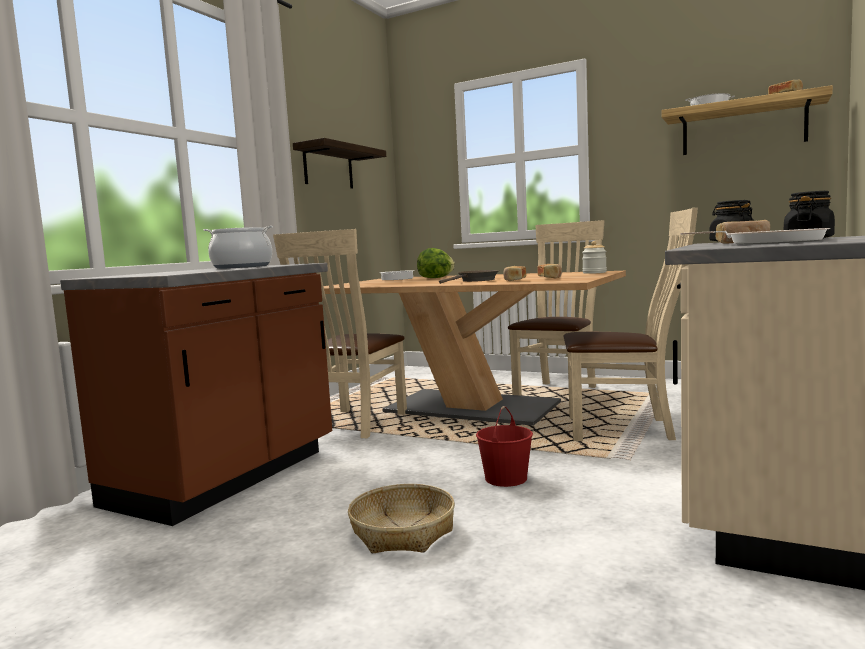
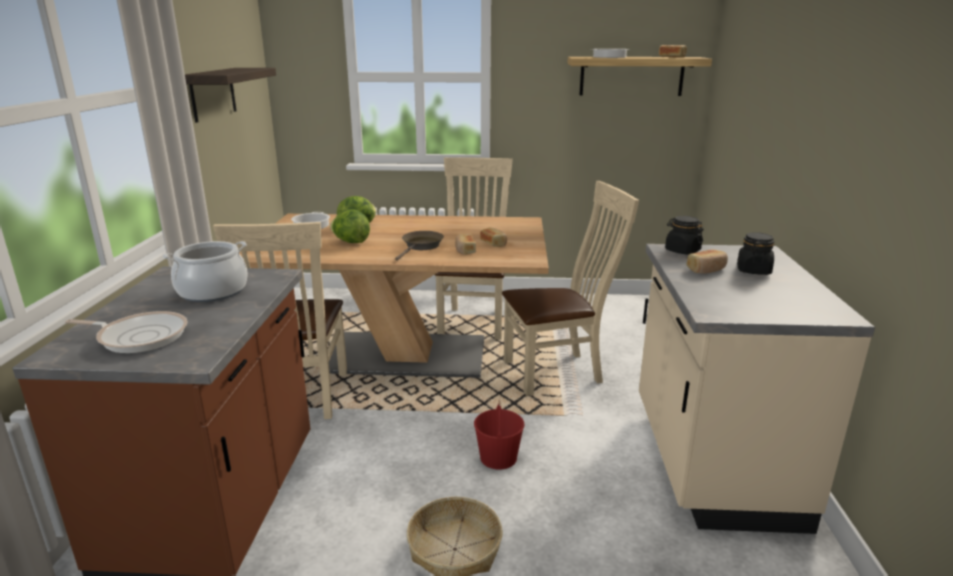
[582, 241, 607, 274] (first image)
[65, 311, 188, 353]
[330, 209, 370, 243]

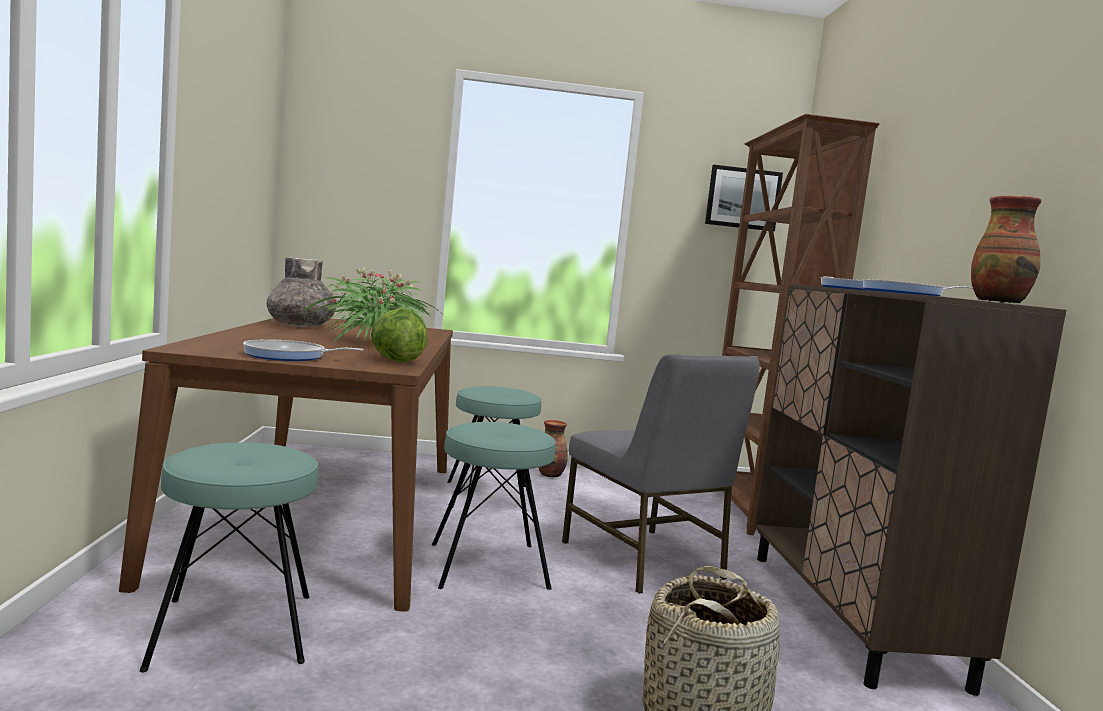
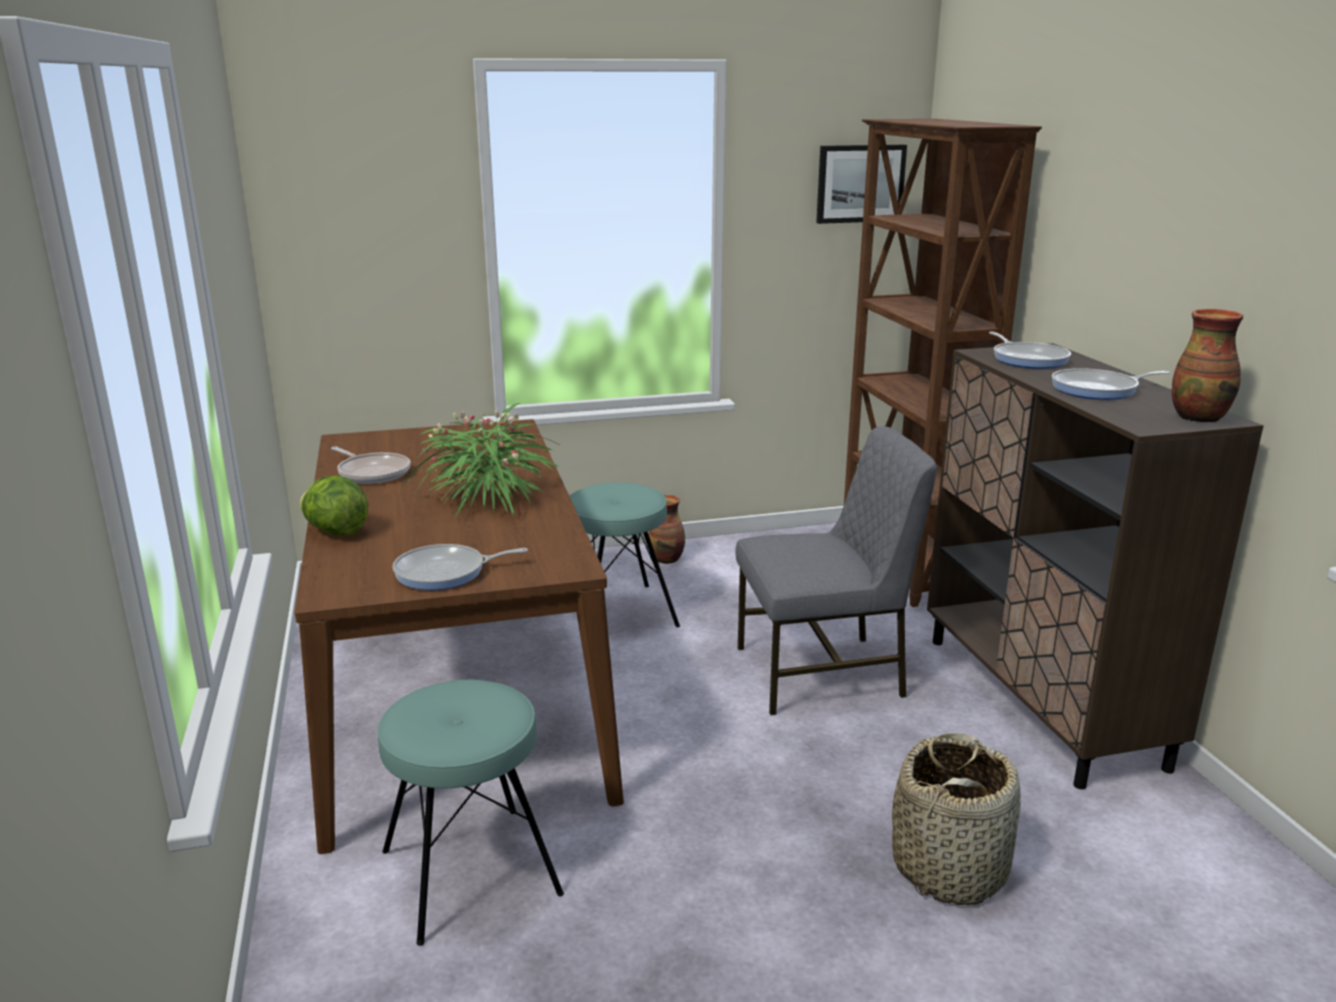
[331, 446, 411, 484]
[299, 476, 368, 536]
[432, 422, 556, 590] (first image)
[735, 426, 937, 715]

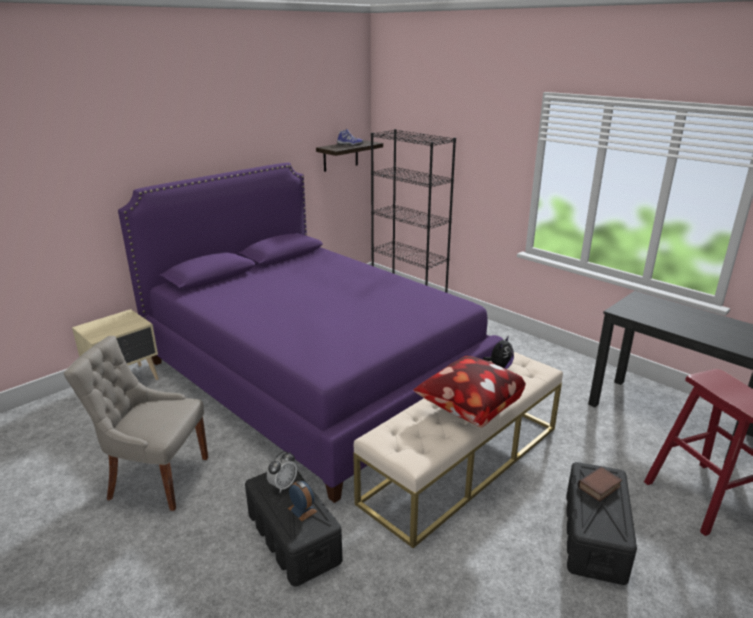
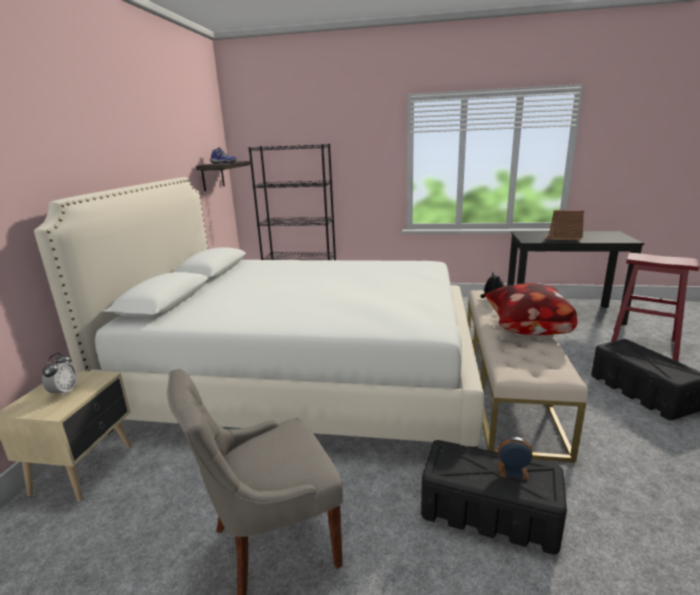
[34, 177, 484, 448]
[42, 353, 77, 397]
[578, 466, 622, 502] (first image)
[544, 210, 585, 241]

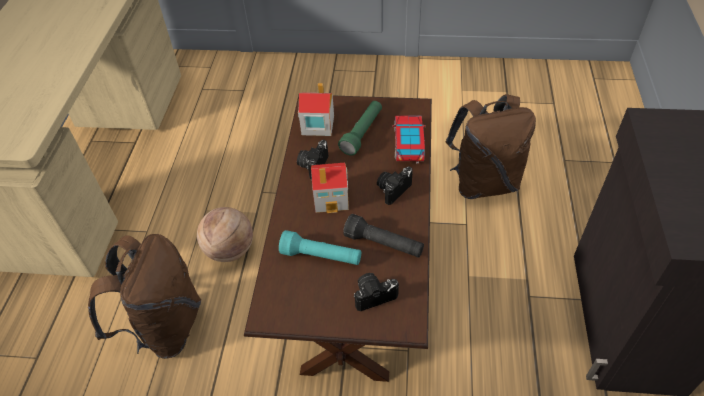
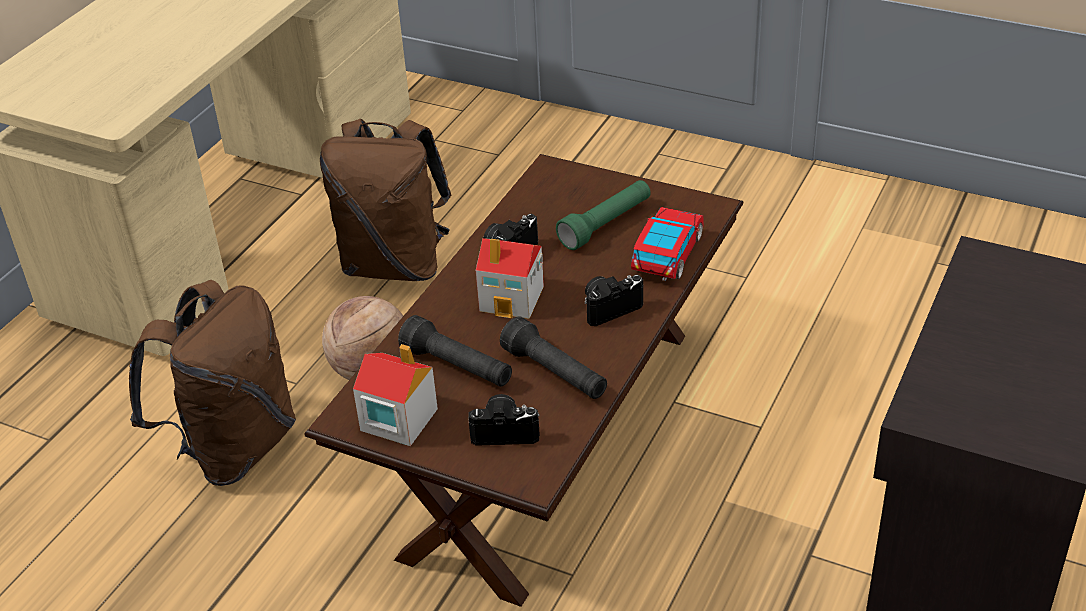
[398, 315, 512, 387]
[353, 344, 438, 446]
[320, 119, 451, 281]

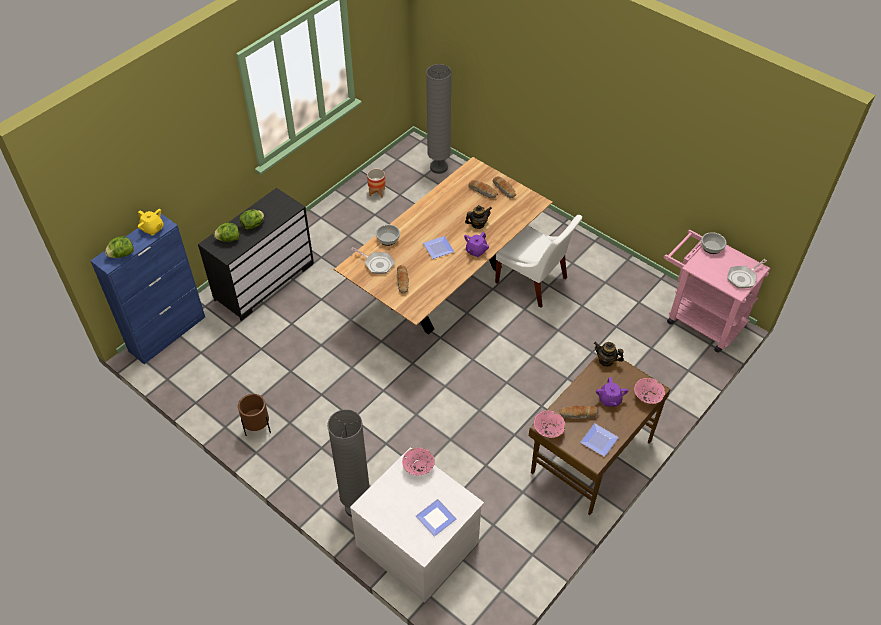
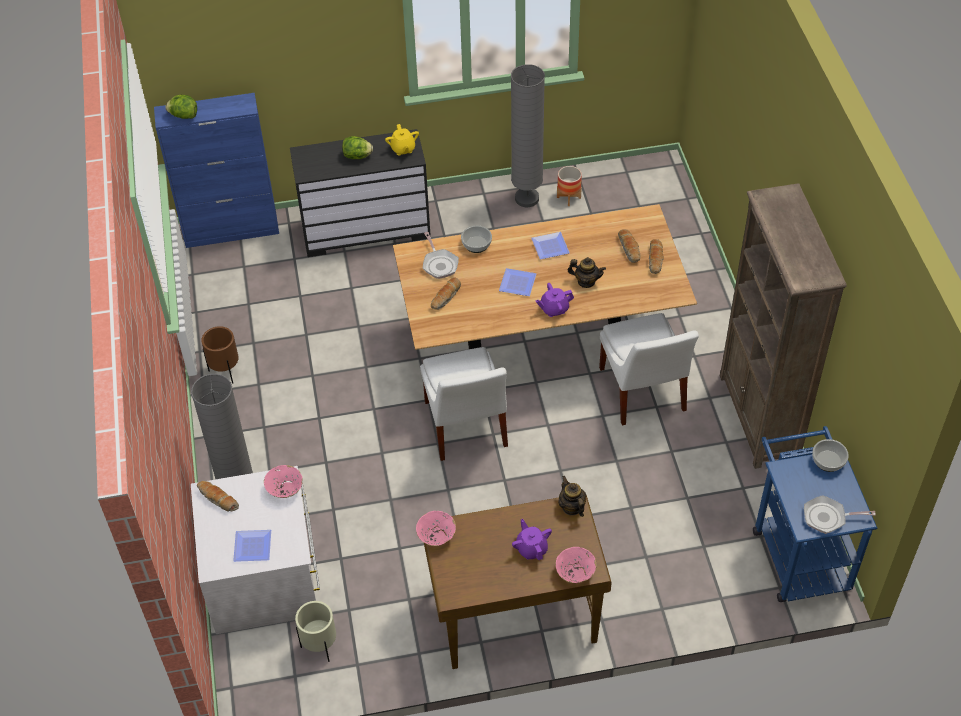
[385, 124, 419, 155]
[214, 223, 240, 242] (first image)
[511, 64, 545, 207]
[197, 481, 239, 512]
[531, 232, 570, 259]
[512, 519, 552, 560]
[753, 426, 877, 602]
[295, 601, 336, 662]
[420, 347, 508, 461]
[720, 183, 847, 469]

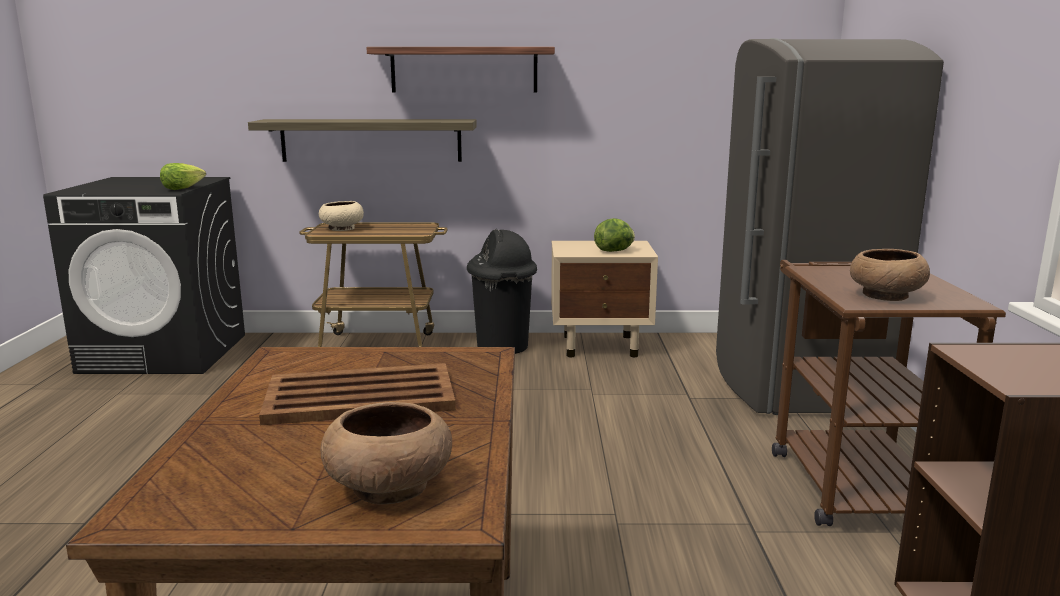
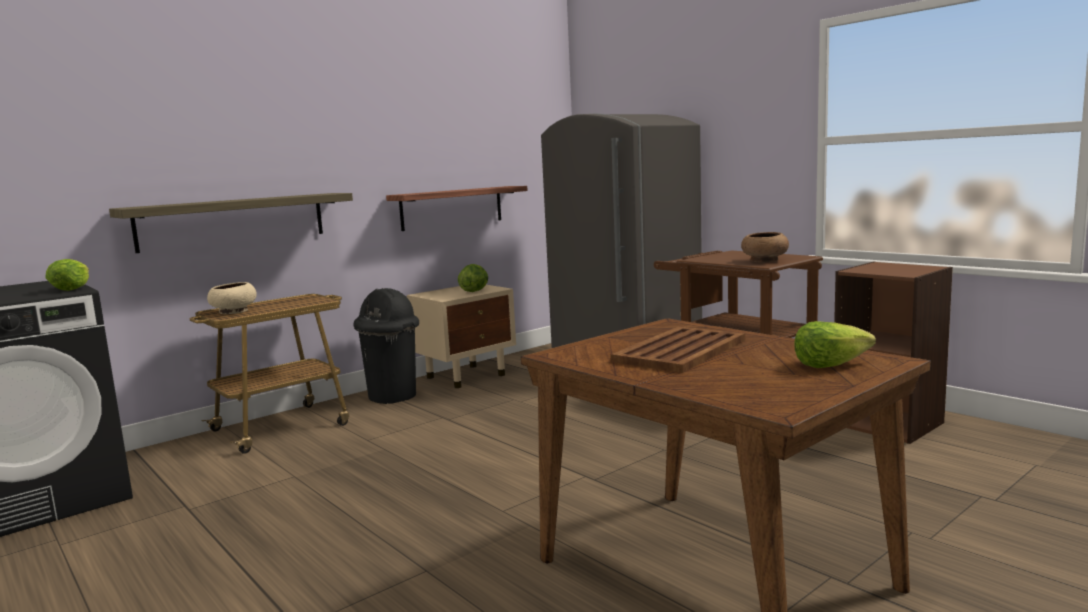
[794, 321, 876, 368]
[386, 186, 528, 231]

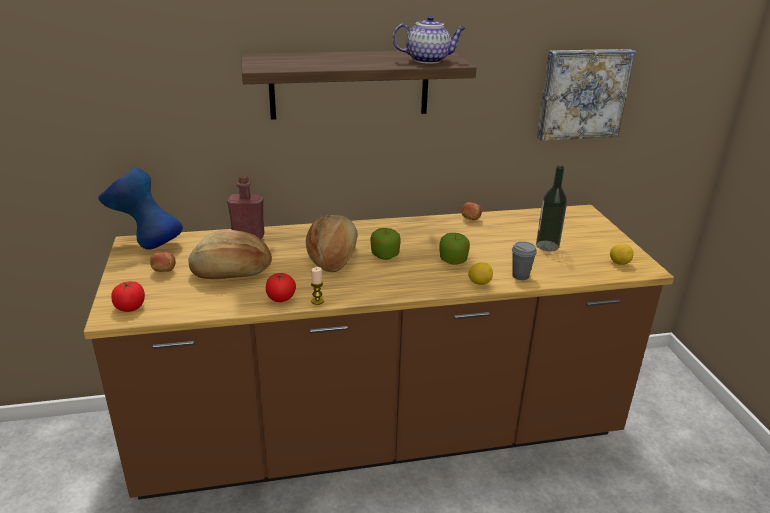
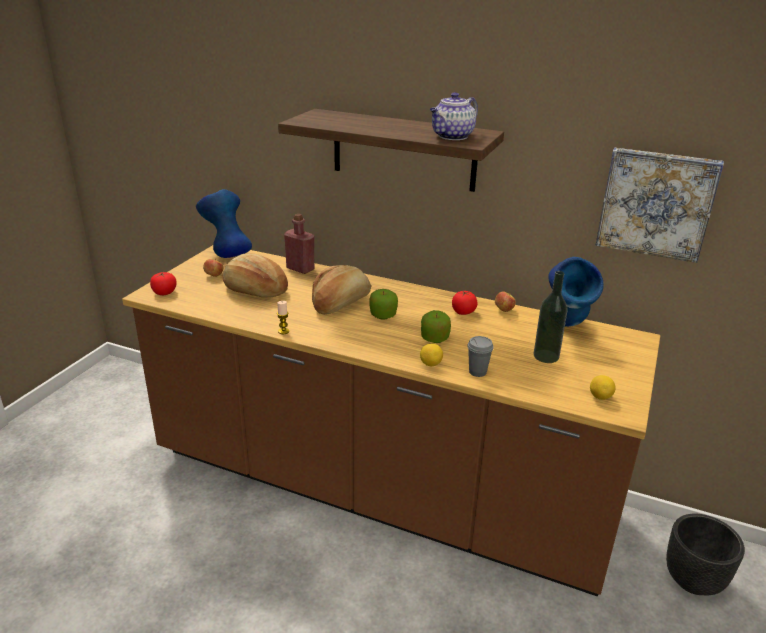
[452, 290, 478, 315]
[430, 92, 478, 140]
[548, 257, 604, 327]
[666, 514, 745, 595]

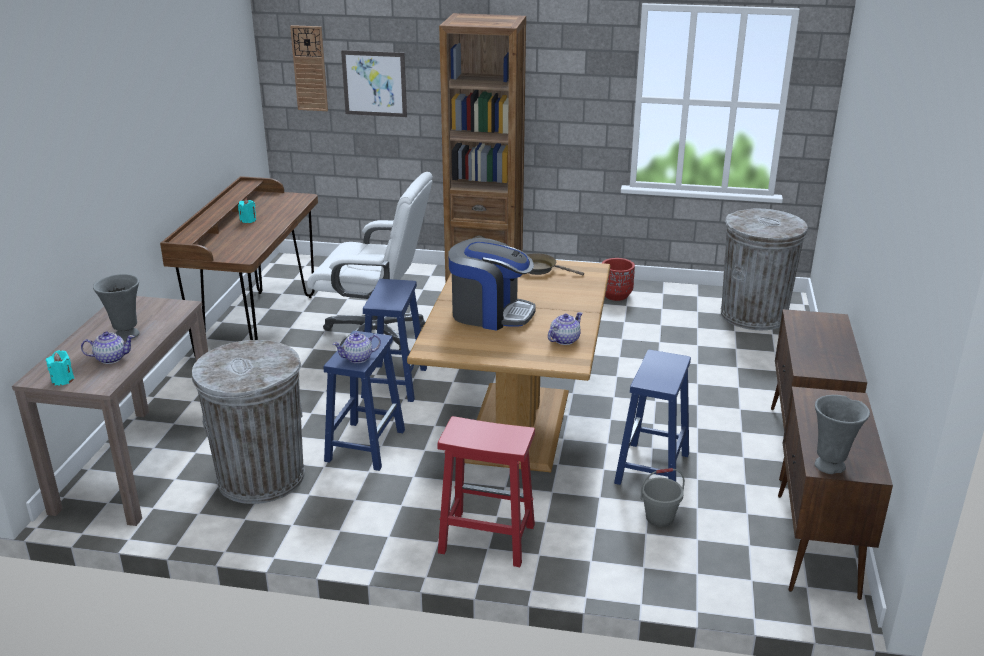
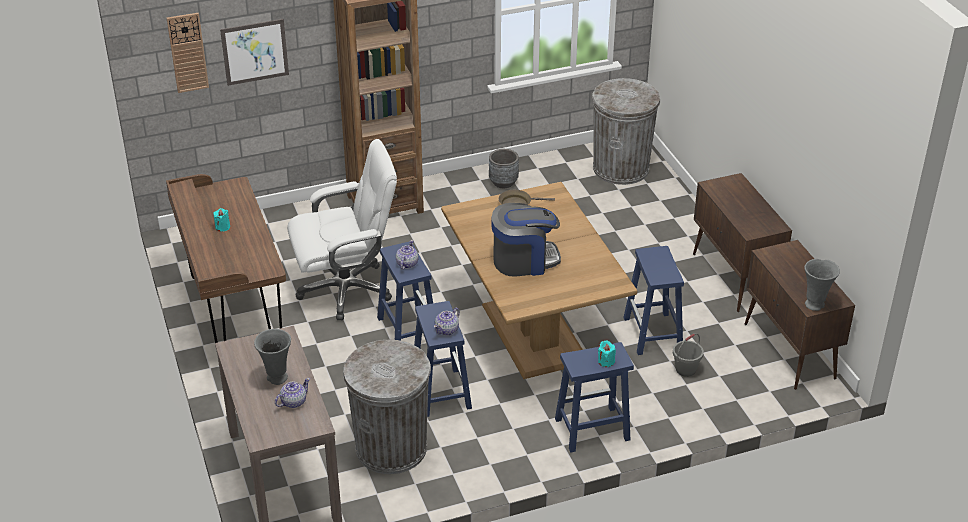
[598, 340, 616, 367]
[555, 342, 634, 453]
[396, 240, 419, 270]
[489, 149, 519, 188]

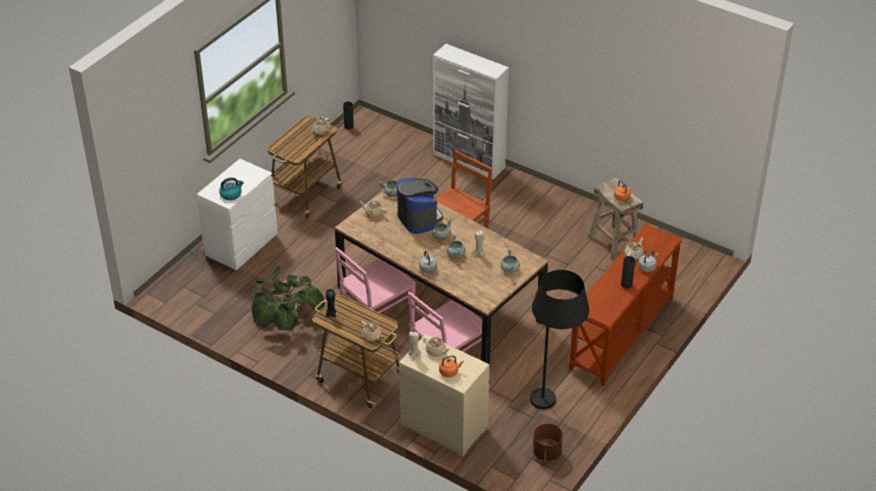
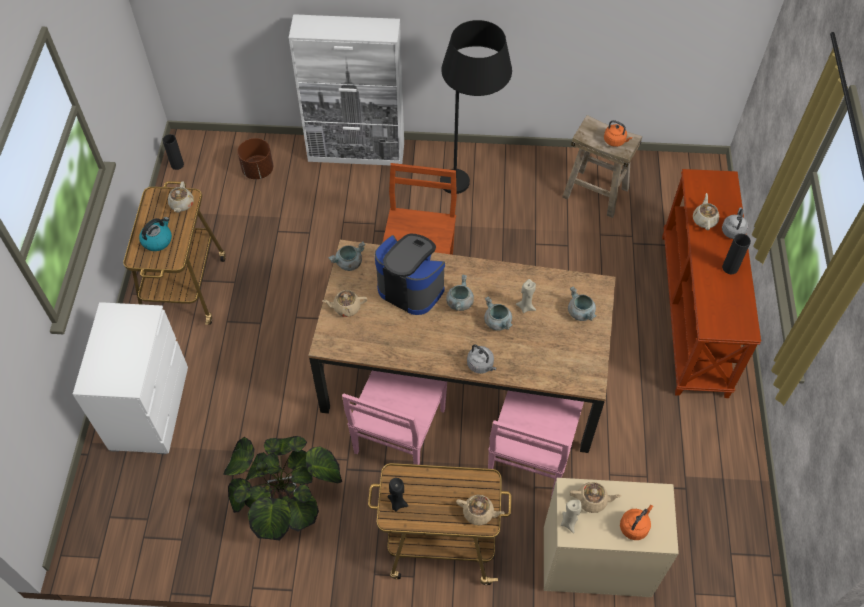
[139, 217, 172, 251]
[440, 20, 512, 194]
[237, 138, 273, 179]

